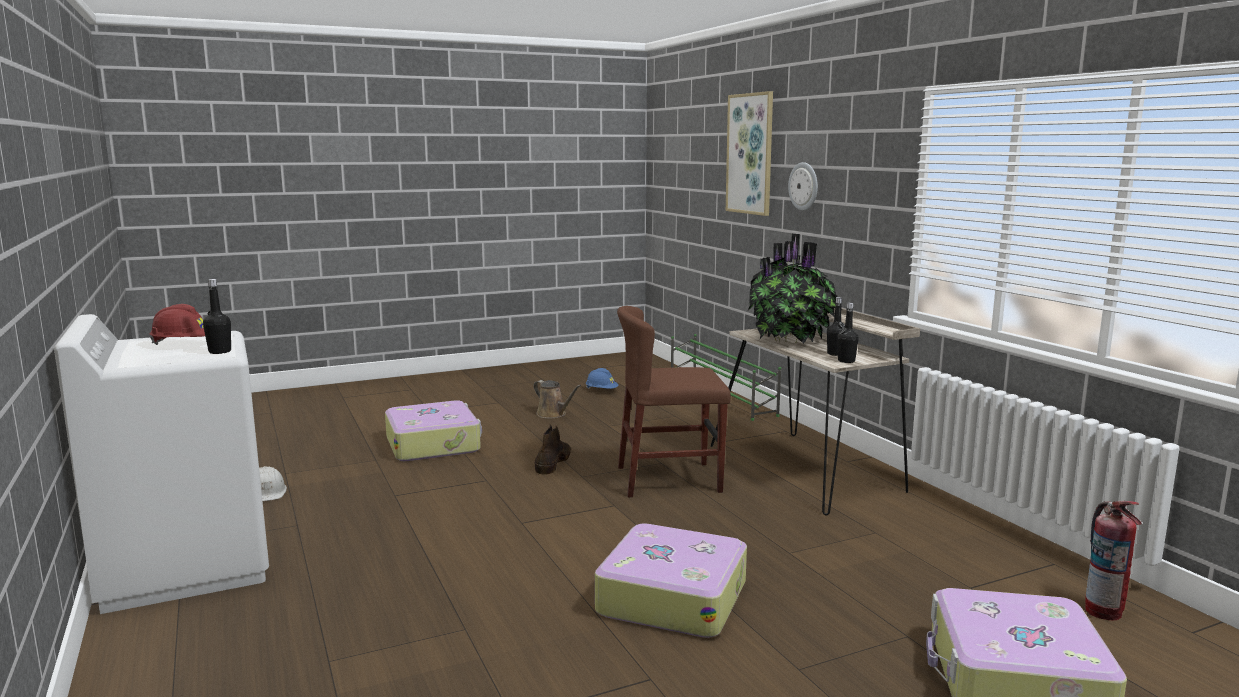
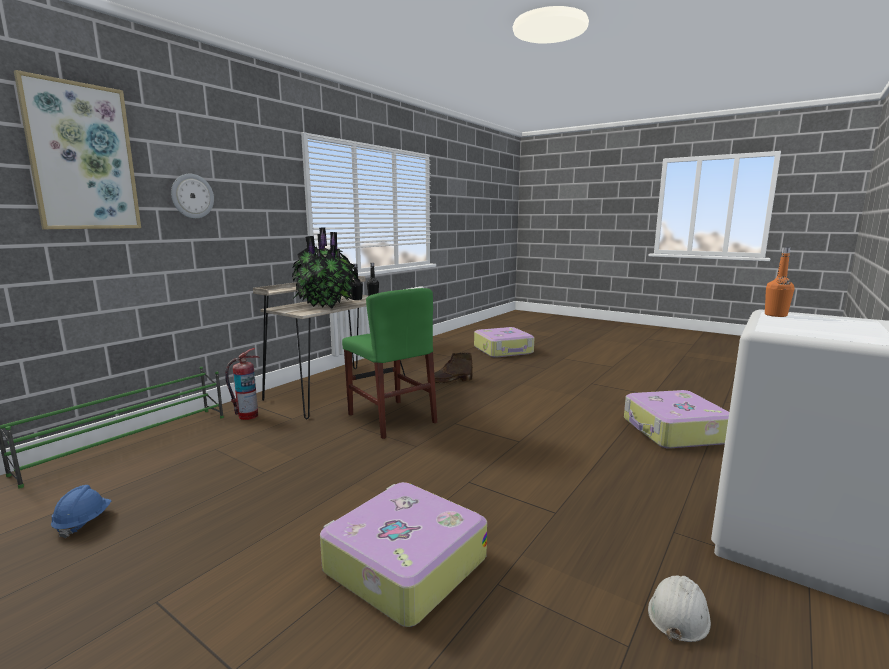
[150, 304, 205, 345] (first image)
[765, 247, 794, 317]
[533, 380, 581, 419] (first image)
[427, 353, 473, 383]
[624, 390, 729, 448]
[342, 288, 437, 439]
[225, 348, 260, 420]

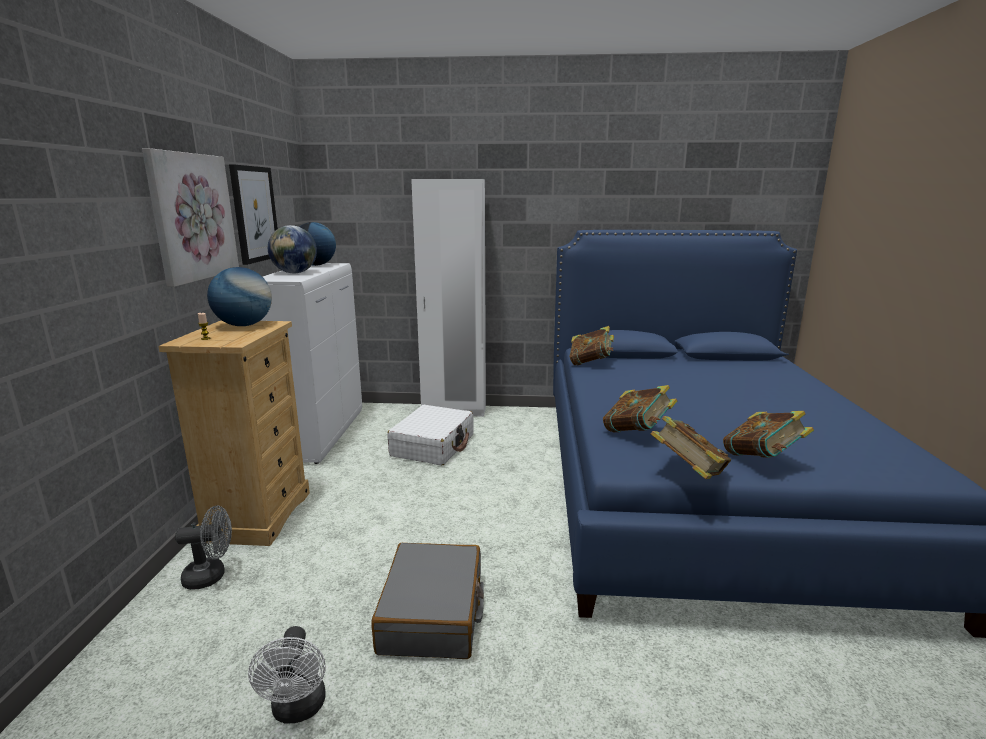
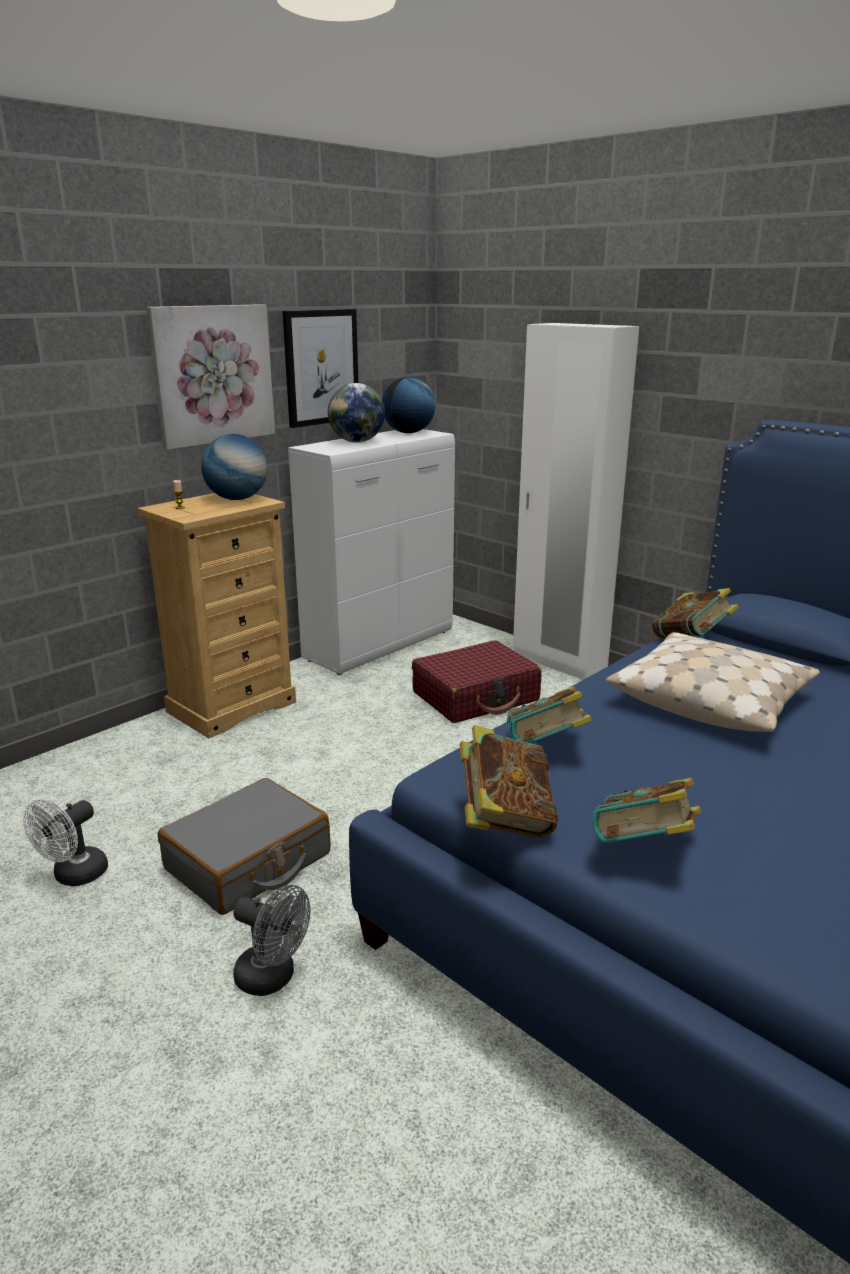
[233, 885, 310, 996]
[412, 640, 541, 723]
[606, 632, 820, 732]

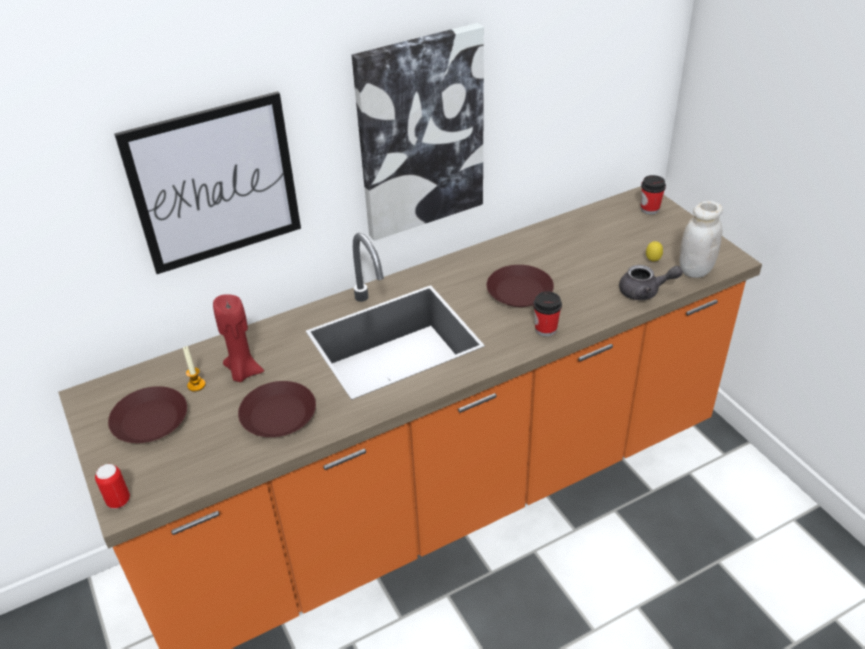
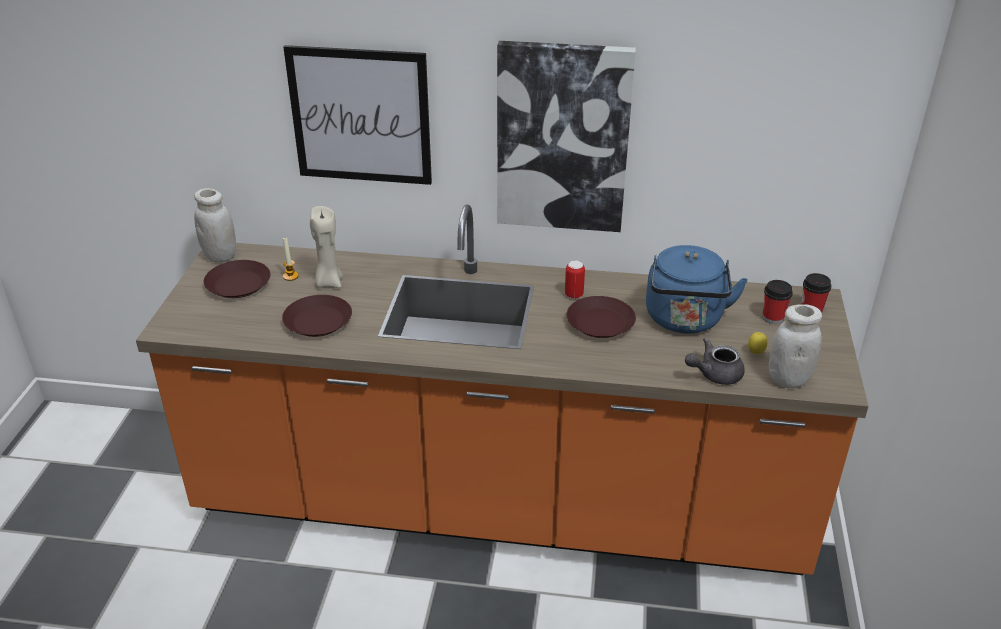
[565, 261, 585, 299]
[310, 206, 343, 288]
[763, 280, 793, 324]
[685, 338, 745, 385]
[194, 188, 236, 263]
[646, 245, 748, 333]

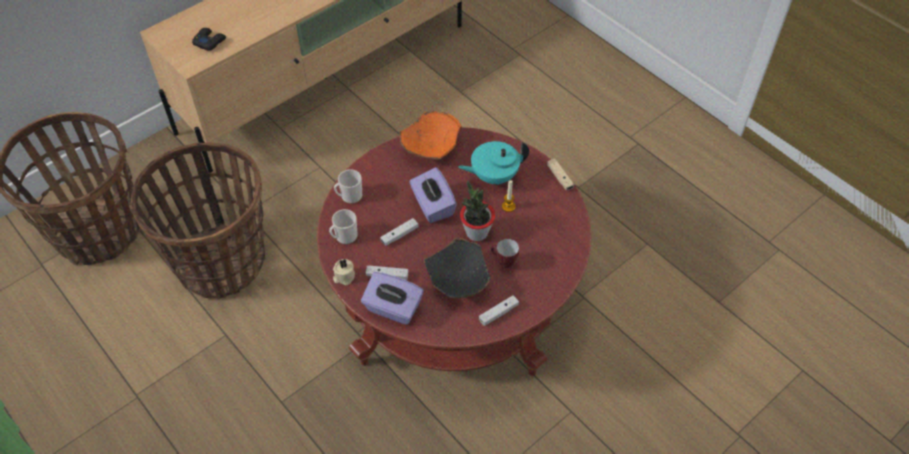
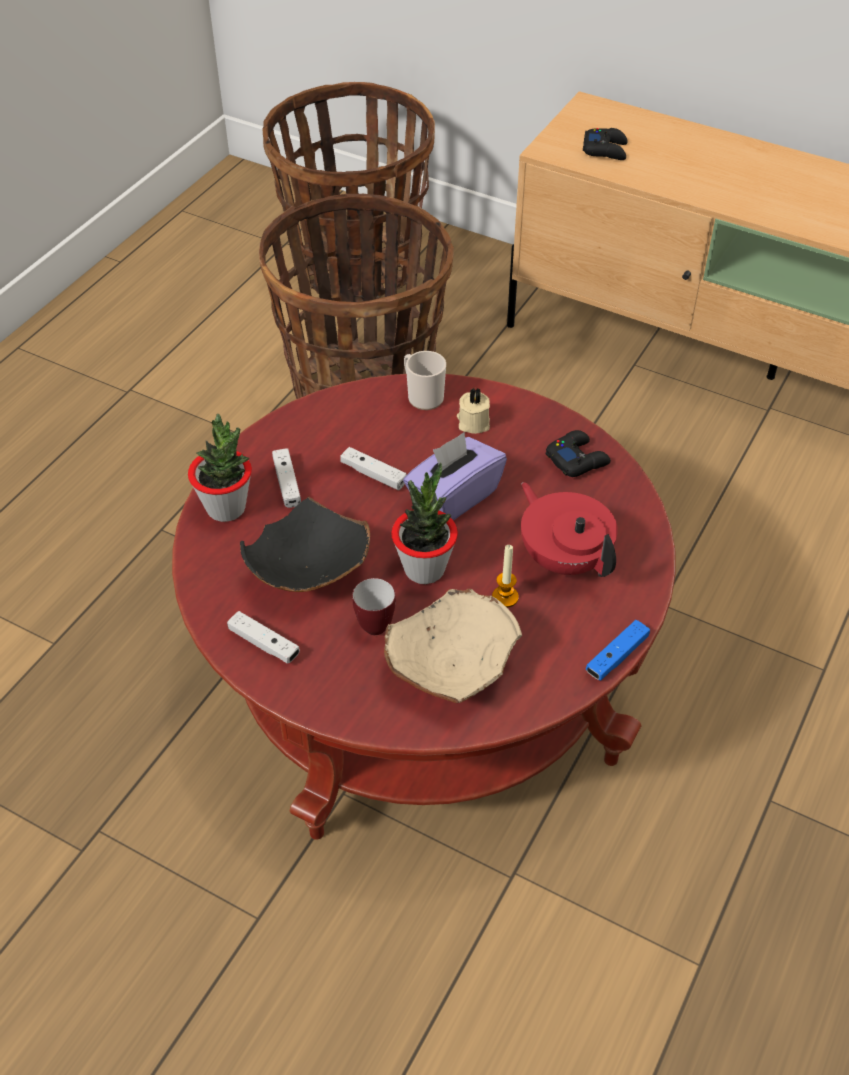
[329, 209, 358, 244] (first image)
[457, 387, 490, 434]
[188, 414, 252, 522]
[545, 430, 611, 477]
[521, 482, 618, 577]
[586, 620, 650, 681]
[384, 589, 522, 703]

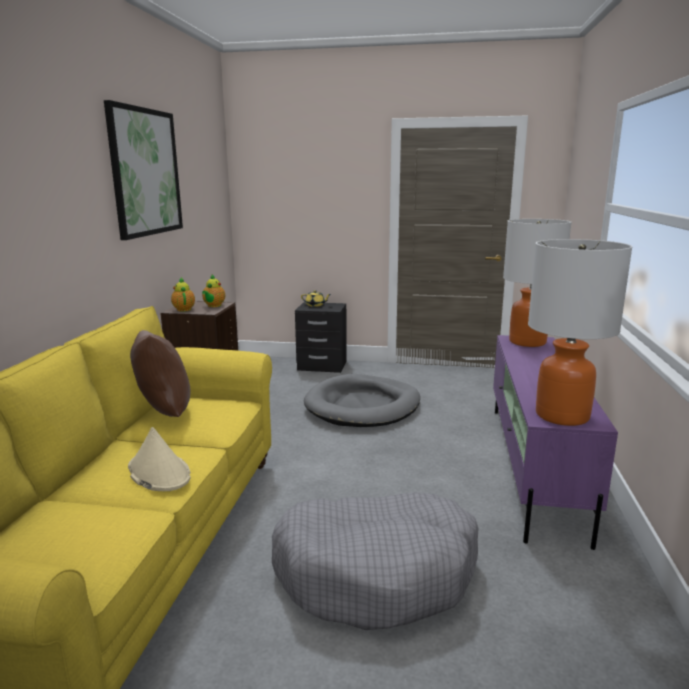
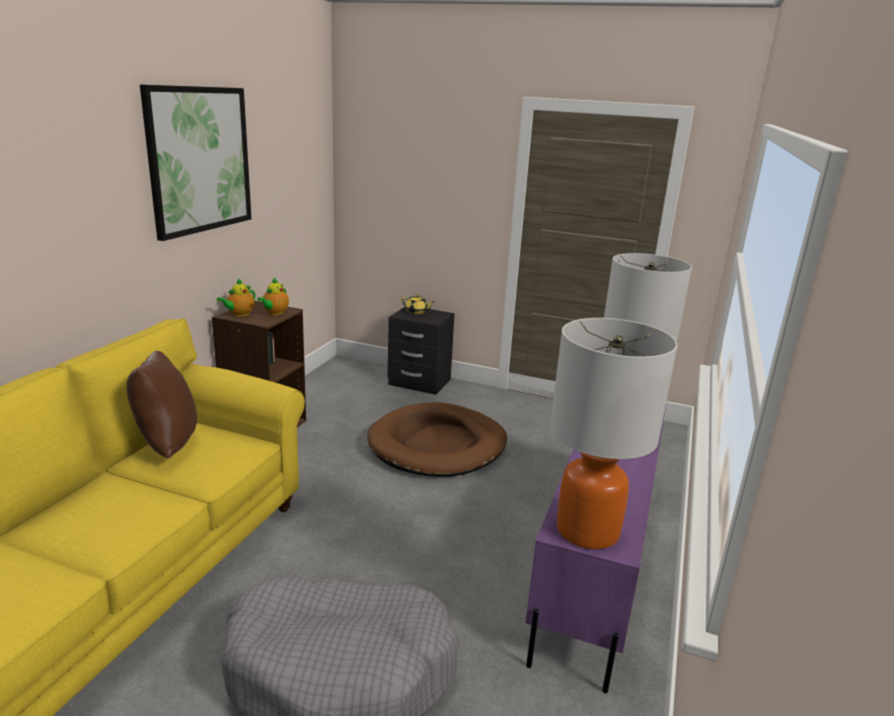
[128, 427, 191, 491] (first image)
[216, 278, 255, 317]
[367, 402, 507, 477]

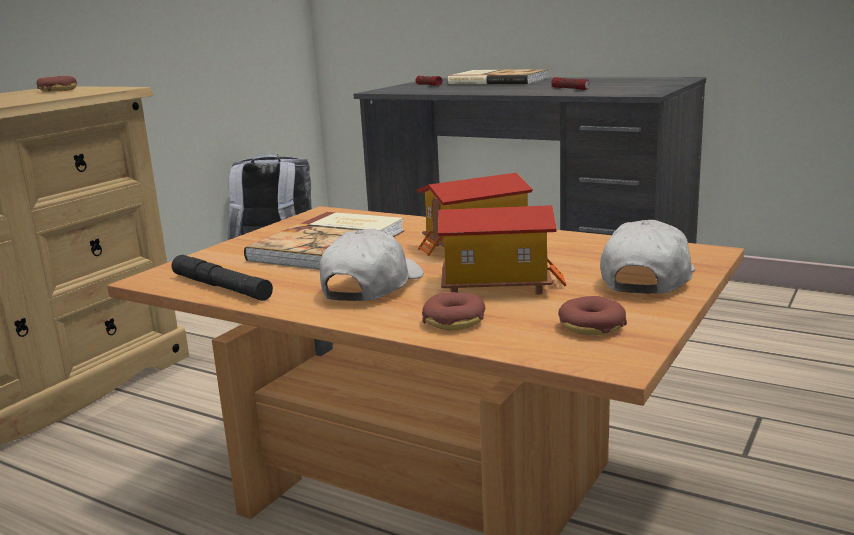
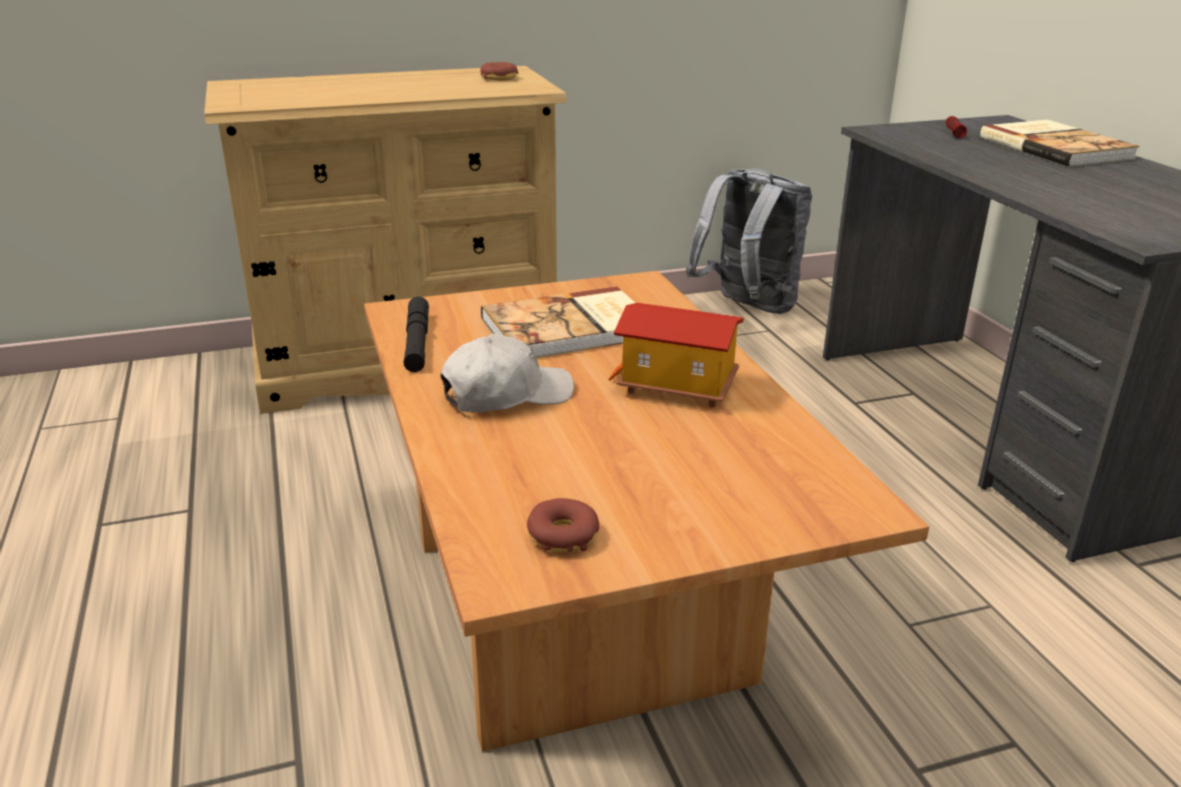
[422, 292, 485, 330] (first image)
[438, 205, 566, 295] (first image)
[551, 77, 590, 90] (first image)
[600, 220, 695, 294] (first image)

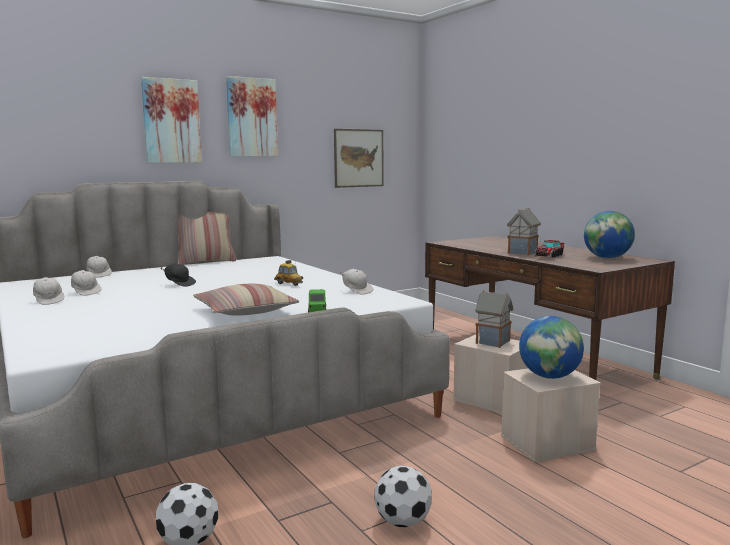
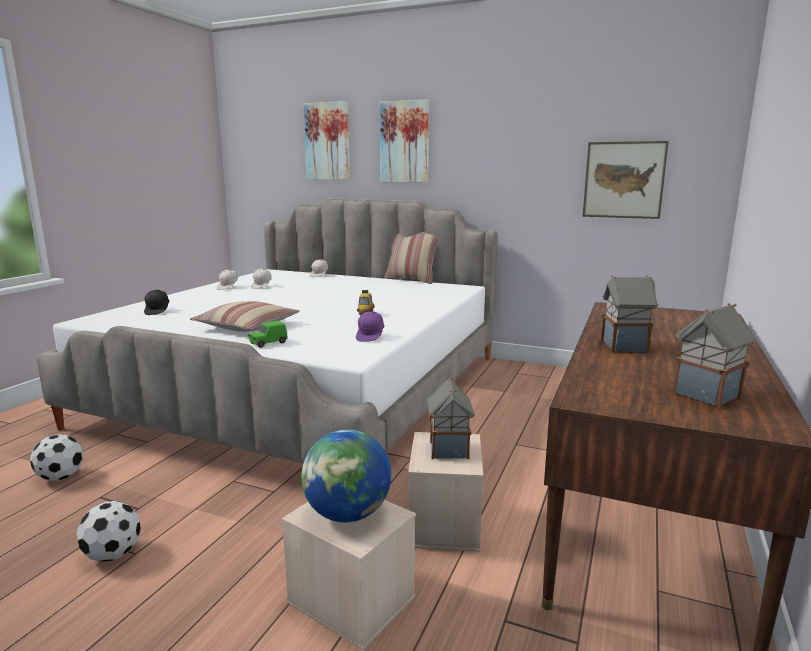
[144, 290, 169, 315]
[303, 101, 350, 180]
[356, 311, 384, 342]
[535, 240, 565, 258] (first image)
[672, 303, 756, 408]

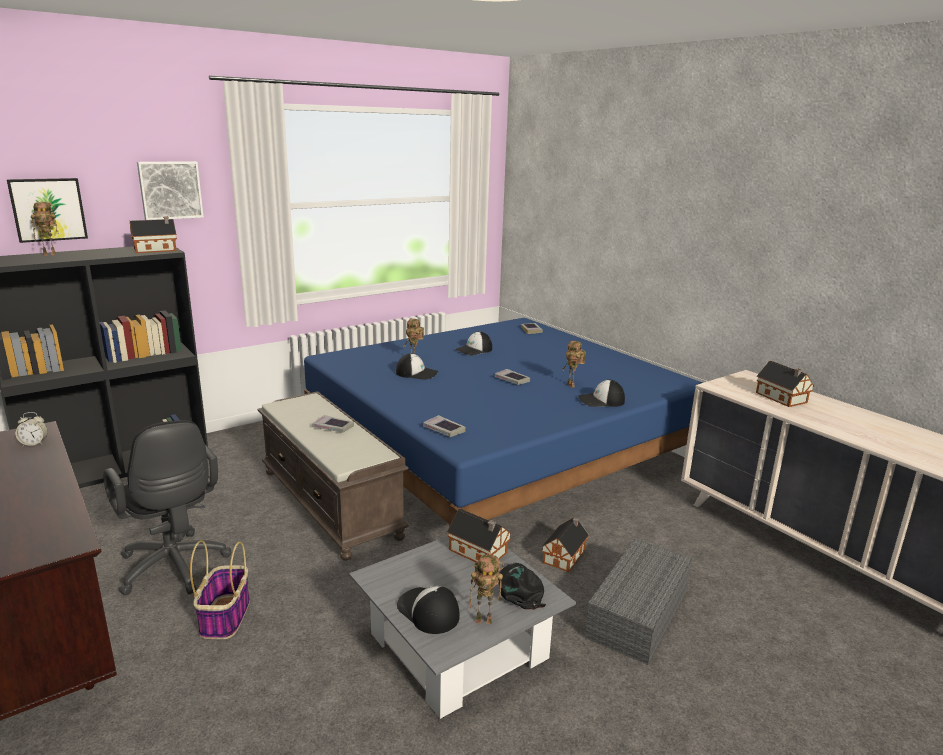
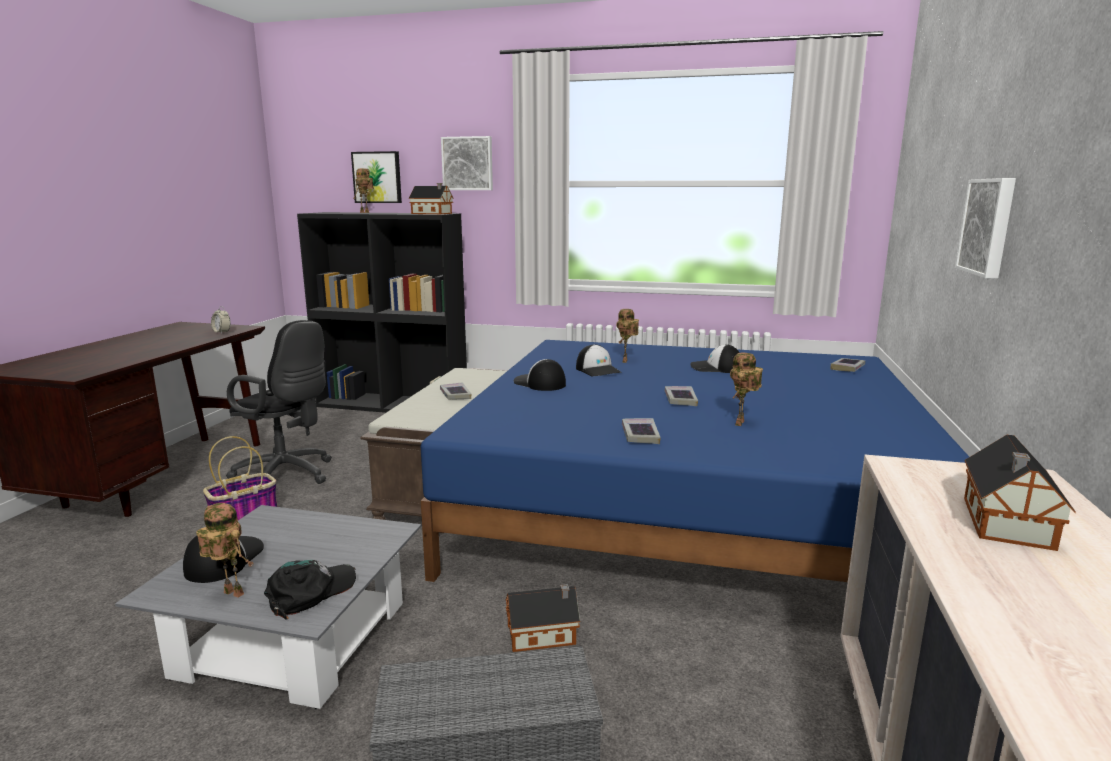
[226, 320, 332, 484]
[622, 418, 661, 444]
[447, 509, 511, 562] (first image)
[196, 503, 254, 598]
[514, 359, 566, 391]
[955, 178, 1016, 279]

